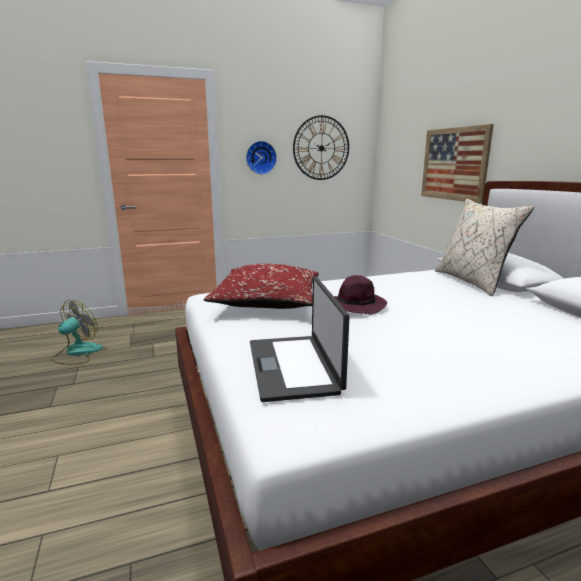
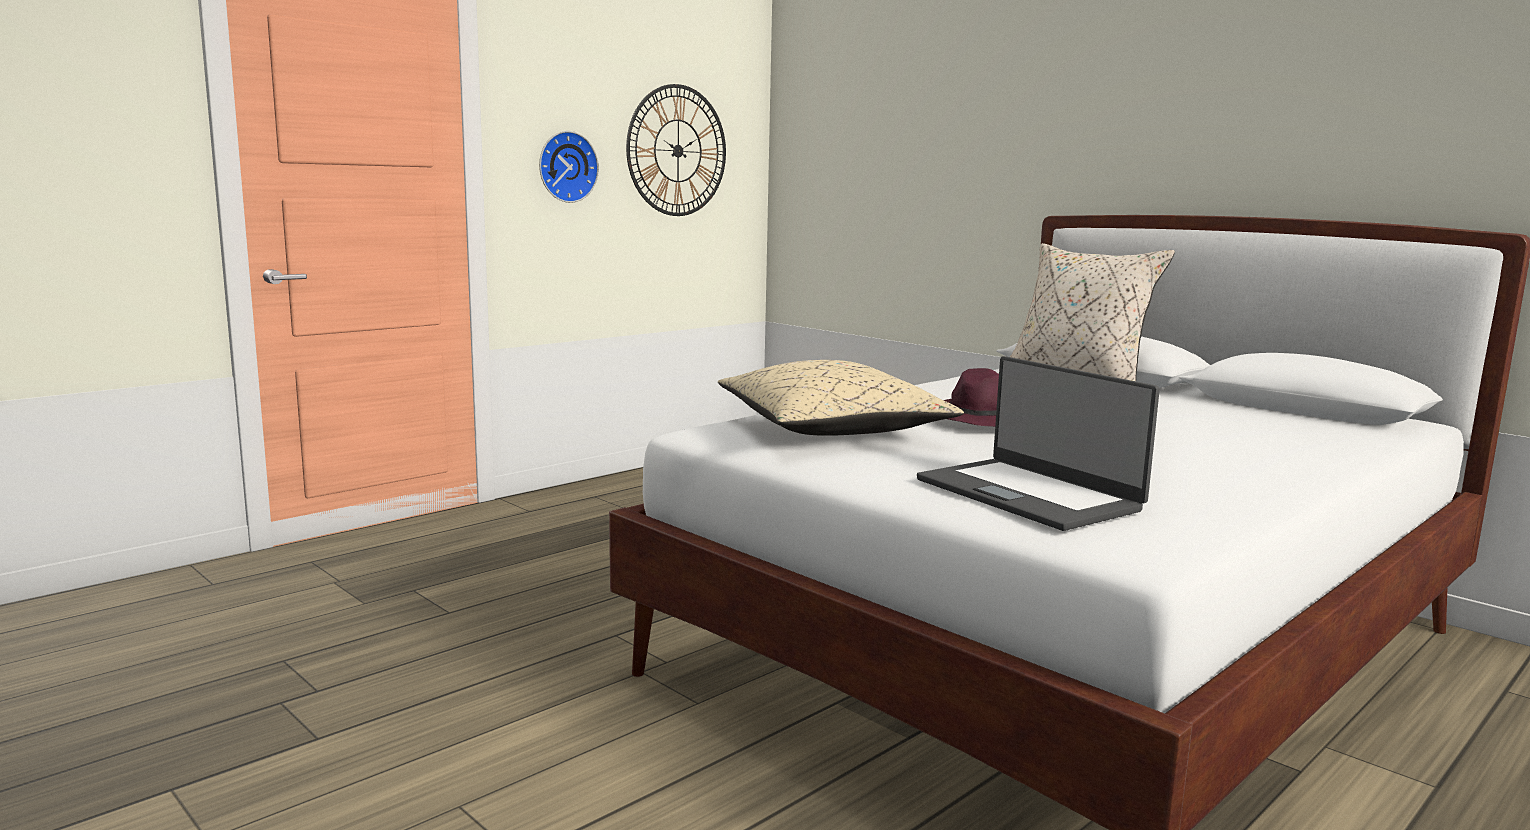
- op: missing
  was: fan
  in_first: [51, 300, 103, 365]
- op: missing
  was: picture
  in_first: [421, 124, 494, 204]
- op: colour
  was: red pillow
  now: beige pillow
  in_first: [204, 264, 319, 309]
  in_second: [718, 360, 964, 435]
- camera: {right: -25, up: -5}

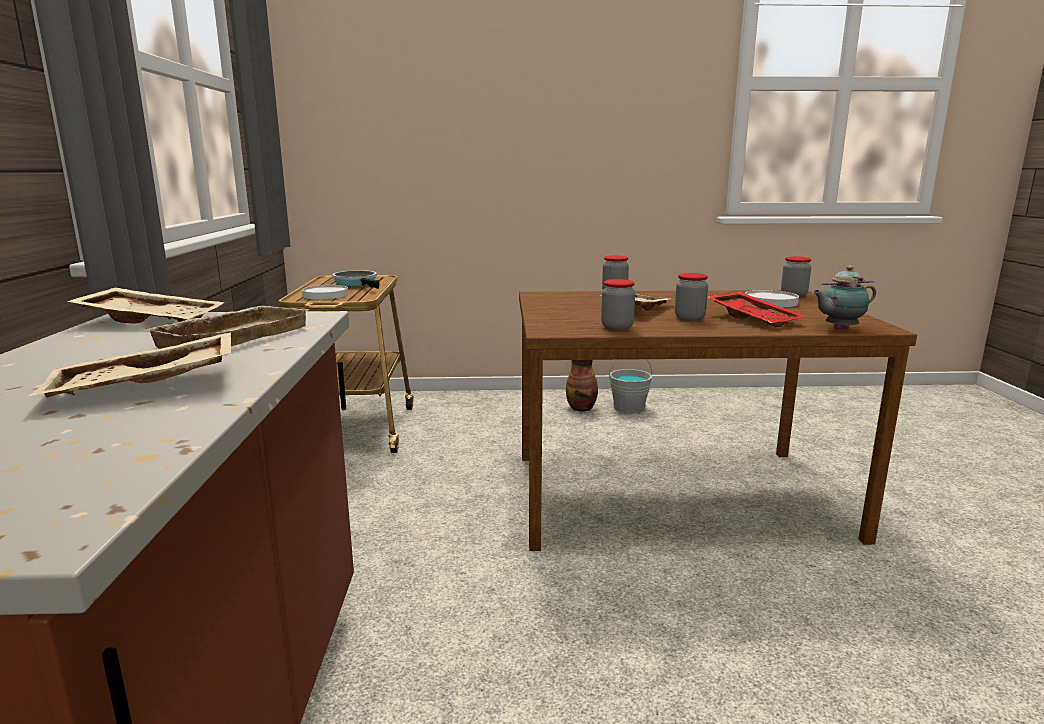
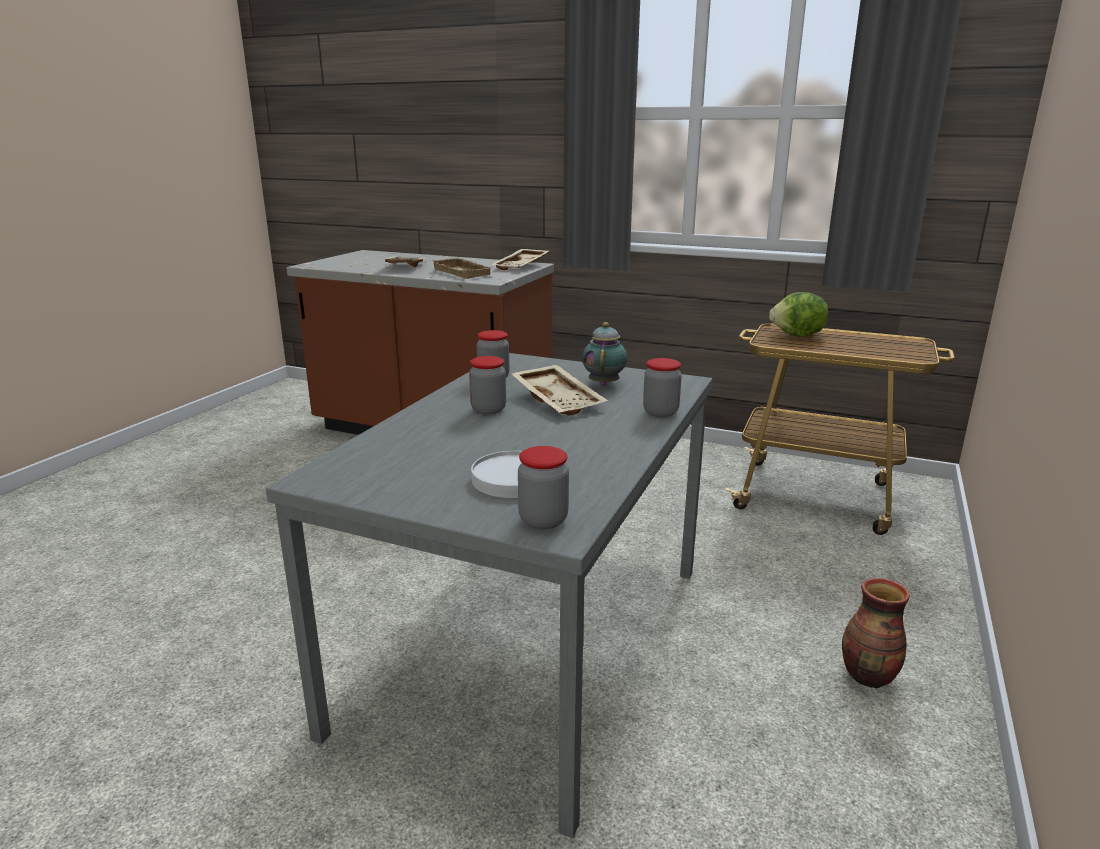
- op: missing
  was: frying pan
  in_first: [332, 270, 380, 289]
- op: missing
  was: grey bucket
  in_first: [609, 359, 652, 414]
- op: missing
  was: red tray
  in_first: [708, 292, 806, 328]
- op: relocated
  was: teapot
  in_first: [812, 266, 876, 329]
  in_second: [582, 322, 627, 386]
- op: exchanged
  was: white plate
  now: lettuce
  in_first: [302, 285, 348, 299]
  in_second: [769, 292, 828, 337]
- op: colour
  was: brown dining table
  now: grey dining table
  in_first: [519, 290, 917, 551]
  in_second: [266, 353, 713, 838]
- camera: {right: 115, up: 5}

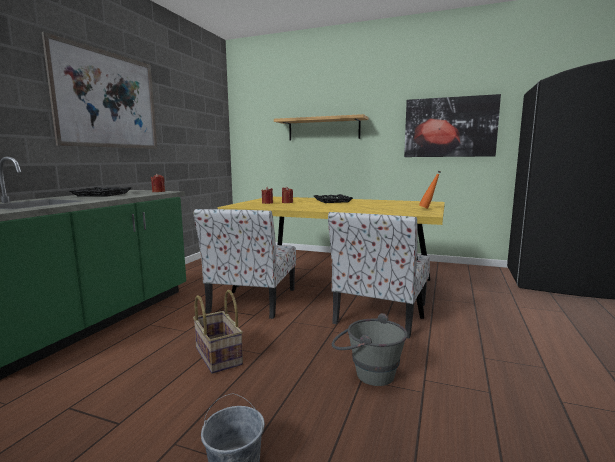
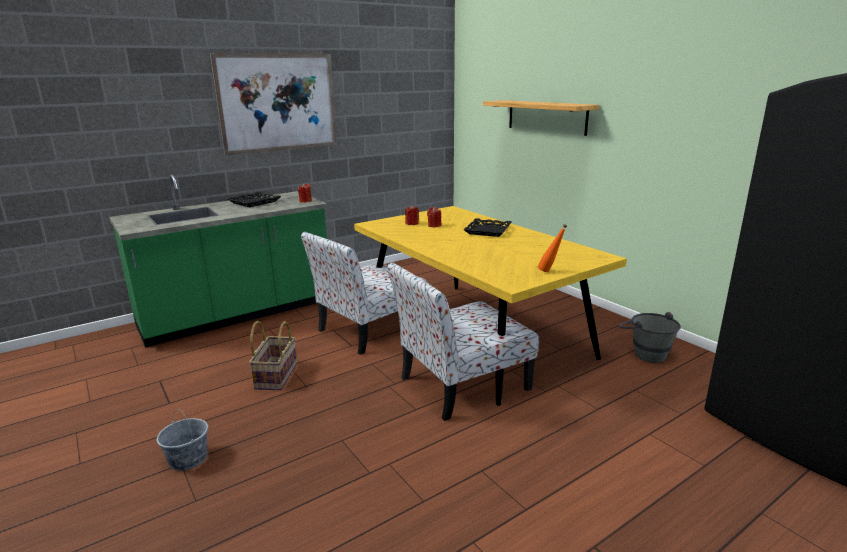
- op: missing
  was: picture
  in_first: [404, 94, 501, 157]
- op: relocated
  was: grey bucket
  in_first: [332, 313, 408, 386]
  in_second: [619, 312, 681, 363]
- camera: {right: 35, up: 10}

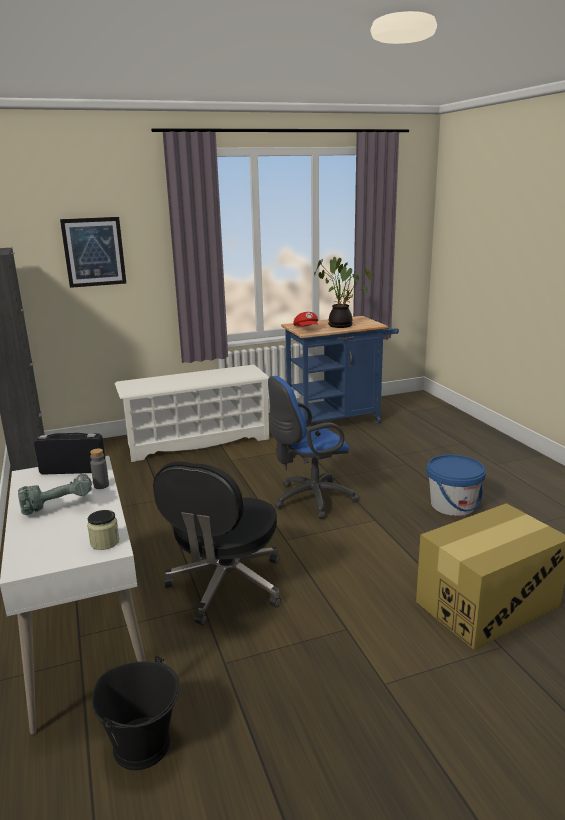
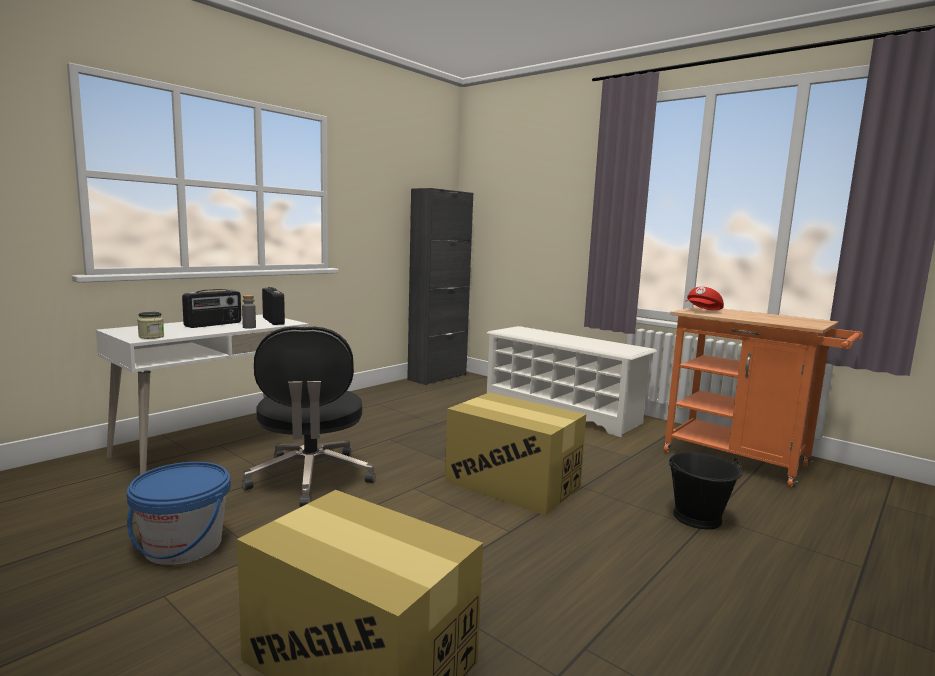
- op: missing
  was: picture
  in_first: [60, 217, 126, 288]
- op: missing
  was: potted plant
  in_first: [314, 257, 372, 328]
- op: relocated
  was: black bucket
  in_first: [92, 656, 180, 770]
  in_second: [669, 452, 743, 529]
- op: relocated
  was: blue bucket
  in_first: [426, 455, 486, 516]
  in_second: [127, 462, 231, 565]
- op: exchanged
  was: power drill
  now: radio
  in_first: [18, 473, 92, 515]
  in_second: [182, 289, 241, 328]
- op: exchanged
  was: blue office chair
  now: cardboard box
  in_first: [268, 376, 358, 519]
  in_second: [445, 393, 586, 516]
- op: colour
  was: blue cart
  now: orange cart
  in_first: [281, 316, 399, 427]
  in_second: [664, 306, 863, 488]
- op: spun
  was: black office chair
  in_first: [153, 462, 281, 625]
  in_second: [242, 326, 375, 507]
  clockwise: -90
- camera: {right: 60, up: -10}

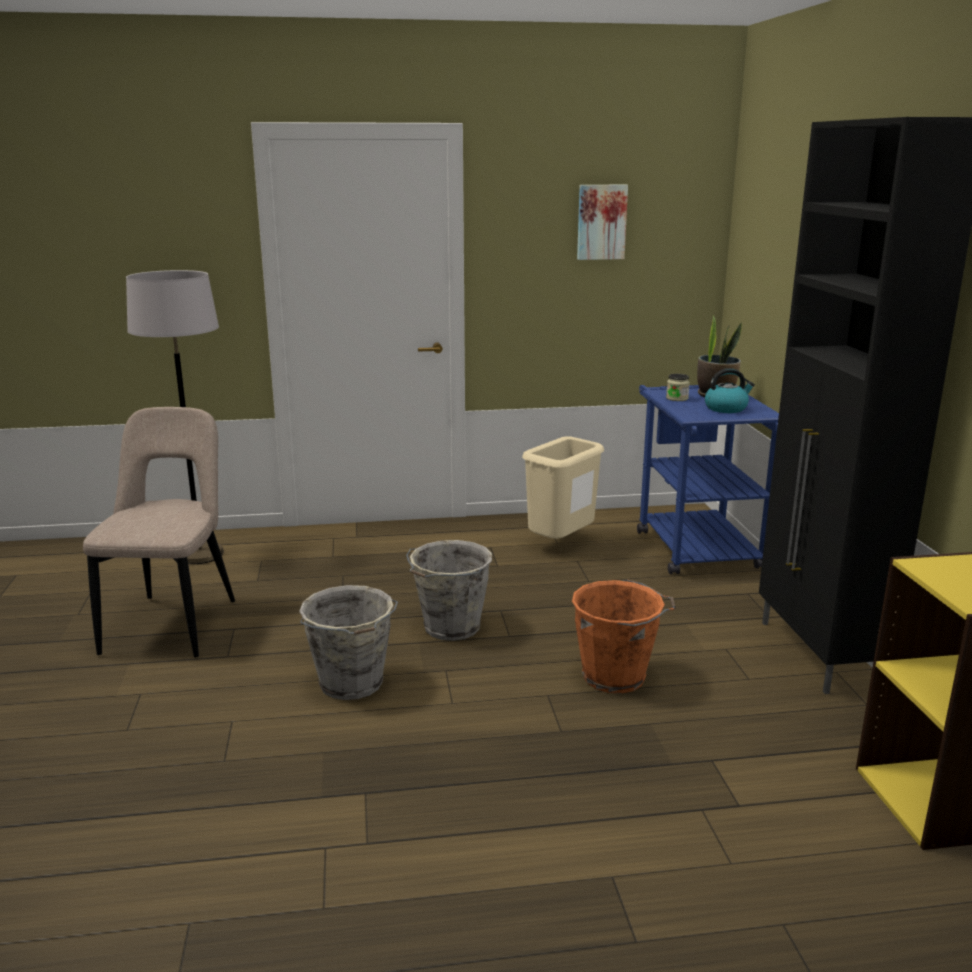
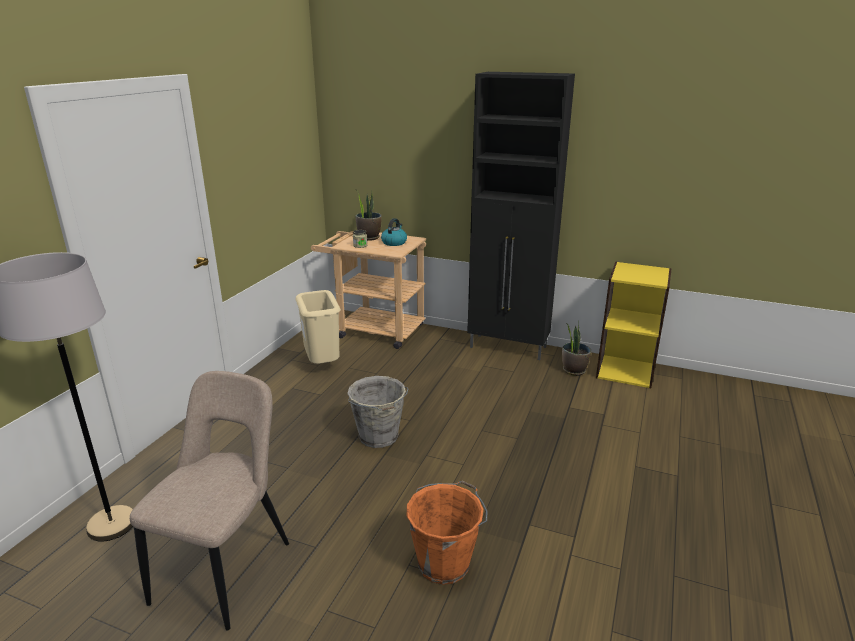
- op: missing
  was: grey bucket
  in_first: [299, 585, 398, 700]
- op: missing
  was: picture
  in_first: [577, 185, 628, 260]
- op: appeared
  now: potted plant
  in_second: [562, 321, 591, 376]
- op: relocated
  was: orange bucket
  in_first: [572, 579, 676, 694]
  in_second: [407, 480, 487, 585]
- op: colour
  was: blue cart
  now: beige cart
  in_first: [637, 385, 779, 574]
  in_second: [311, 231, 426, 349]
- op: spun
  was: beige chair
  in_first: [83, 407, 235, 657]
  in_second: [130, 371, 289, 630]
  clockwise: 75
- camera: {right: -60, up: 5}

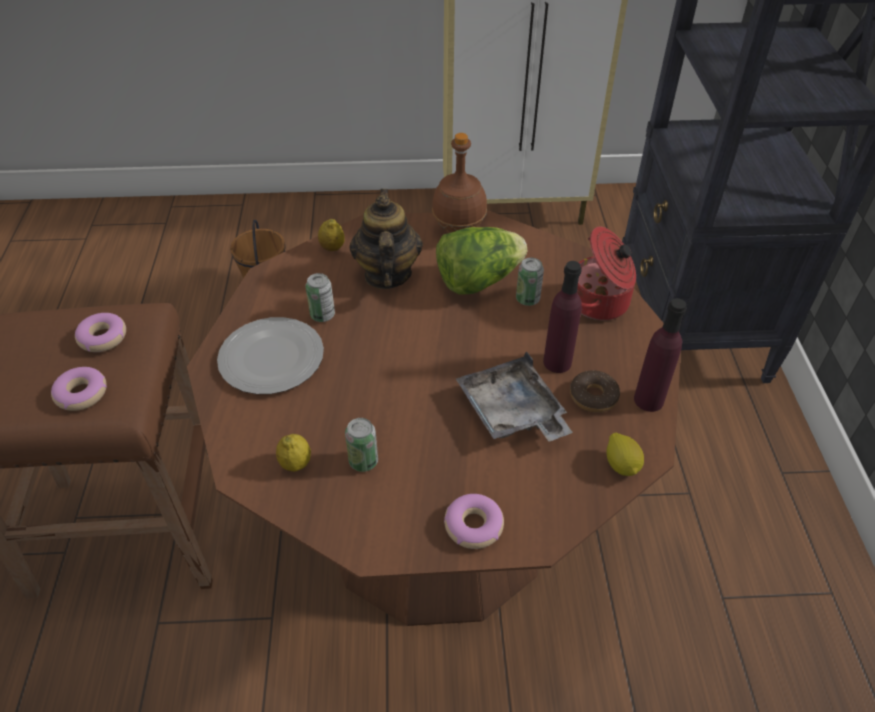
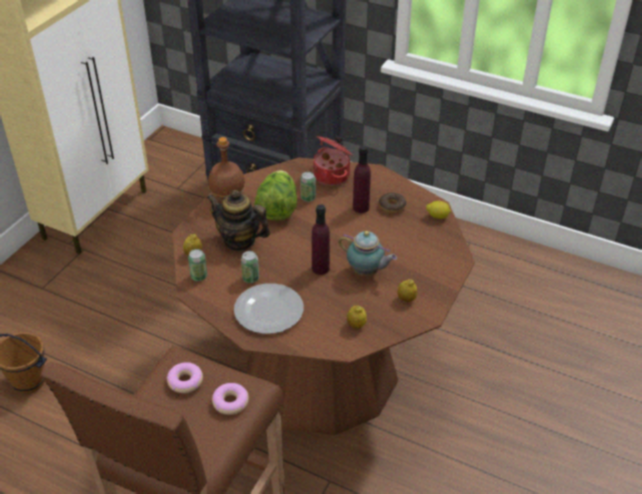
- op: missing
  was: donut
  in_first: [444, 494, 504, 549]
- op: missing
  was: grey tray
  in_first: [456, 351, 573, 442]
- op: appeared
  now: teapot
  in_second: [338, 231, 397, 276]
- op: appeared
  now: lemon
  in_second: [398, 279, 417, 302]
- op: relocated
  was: can
  in_first: [345, 418, 378, 472]
  in_second: [188, 249, 207, 281]
- op: relocated
  was: purple bottle
  in_first: [634, 298, 687, 412]
  in_second: [312, 204, 330, 275]
- camera: {right: -60, up: -5}

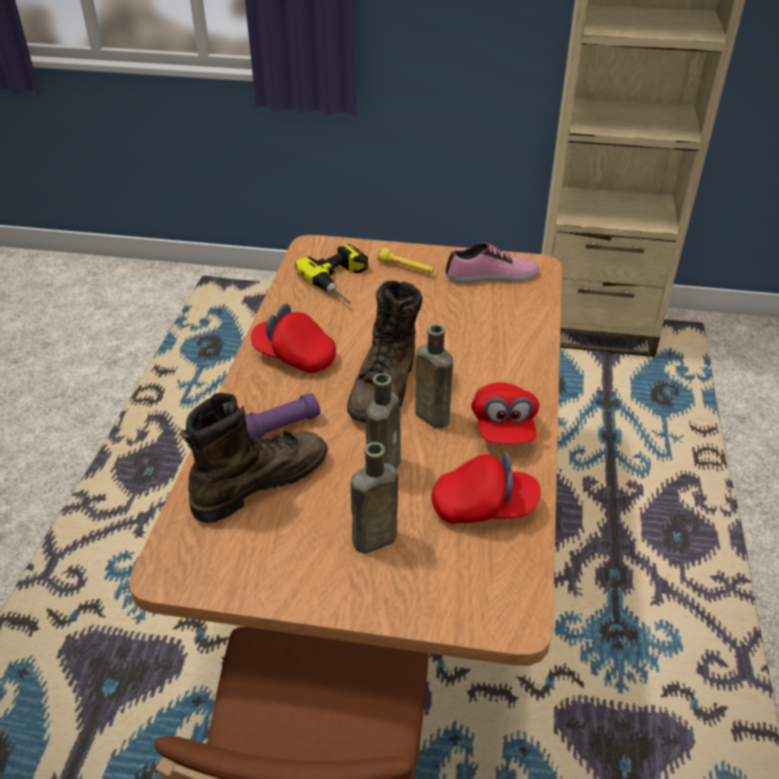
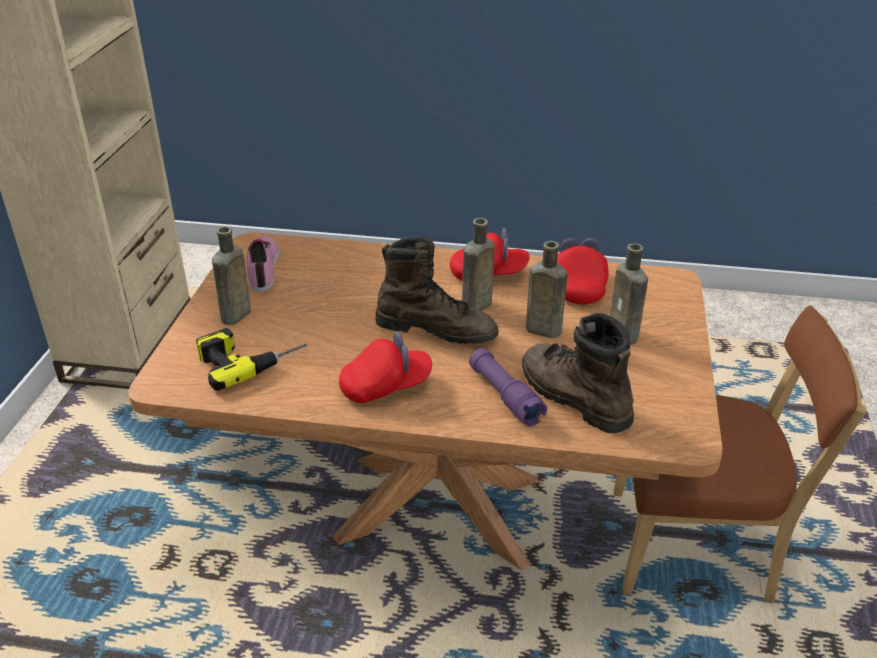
- op: exchanged
  was: yellow flashlight
  now: brown bottle
  in_first: [378, 248, 434, 273]
  in_second: [212, 226, 251, 325]
- op: spun
  was: red cap
  in_first: [251, 304, 336, 373]
  in_second: [339, 332, 432, 403]
  clockwise: -135
- camera: {right: -90, up: -5}

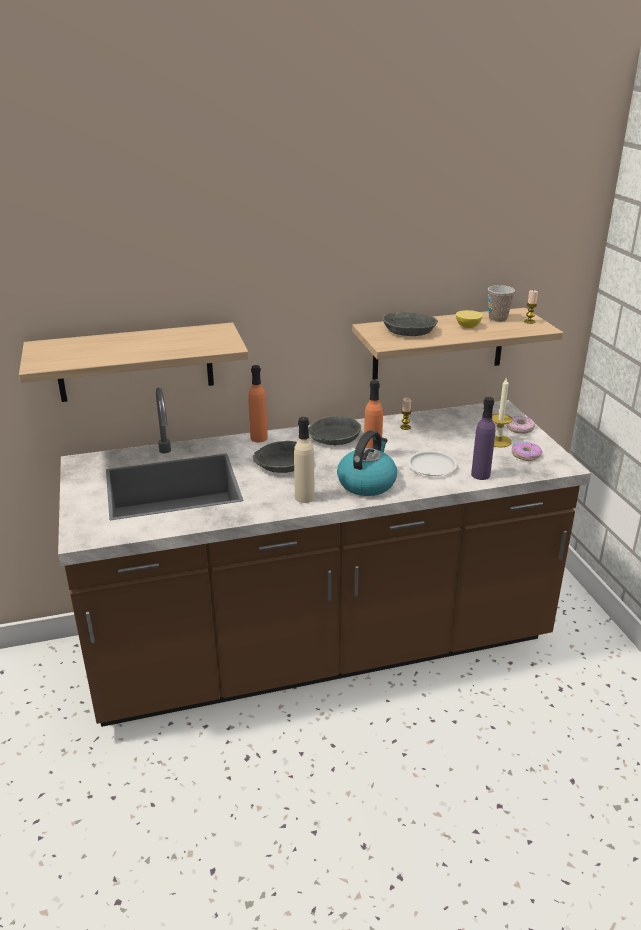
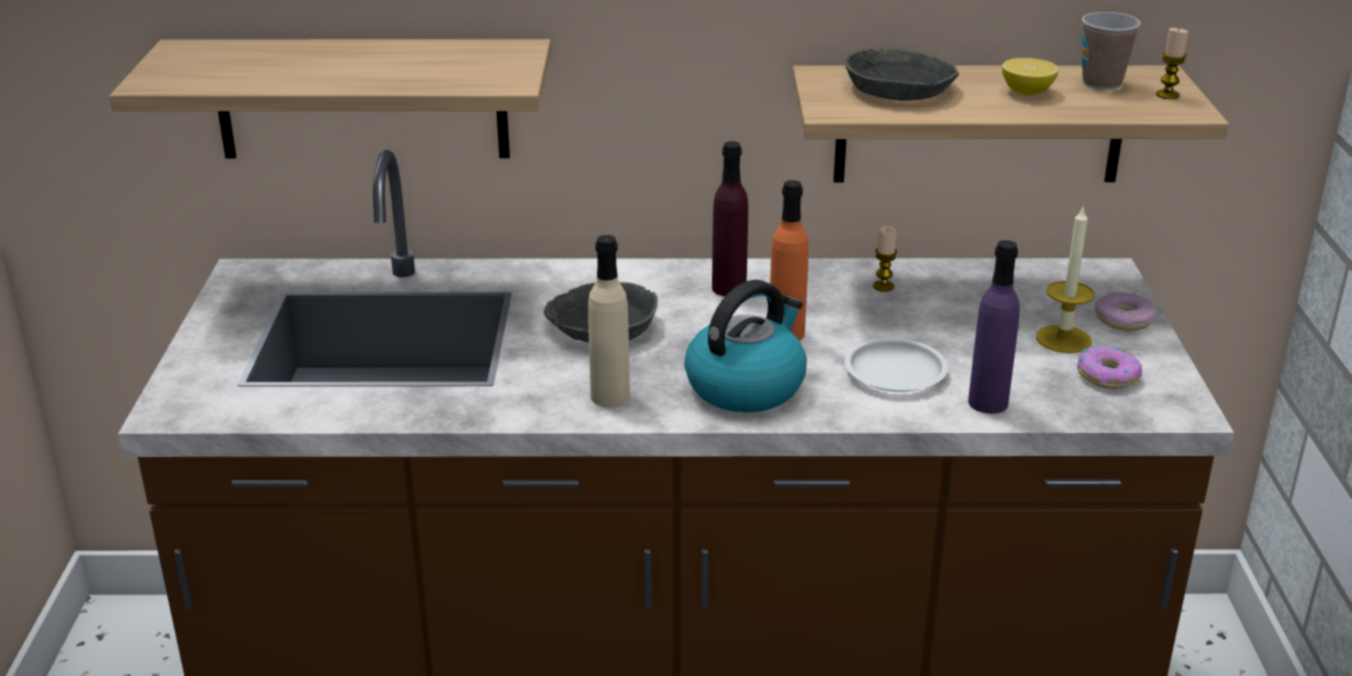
- op: missing
  was: orange bottle
  in_first: [248, 365, 268, 442]
- op: exchanged
  was: grey bowl
  now: purple bottle
  in_first: [308, 416, 361, 445]
  in_second: [712, 141, 748, 296]
- camera: {right: 15, up: 0}

